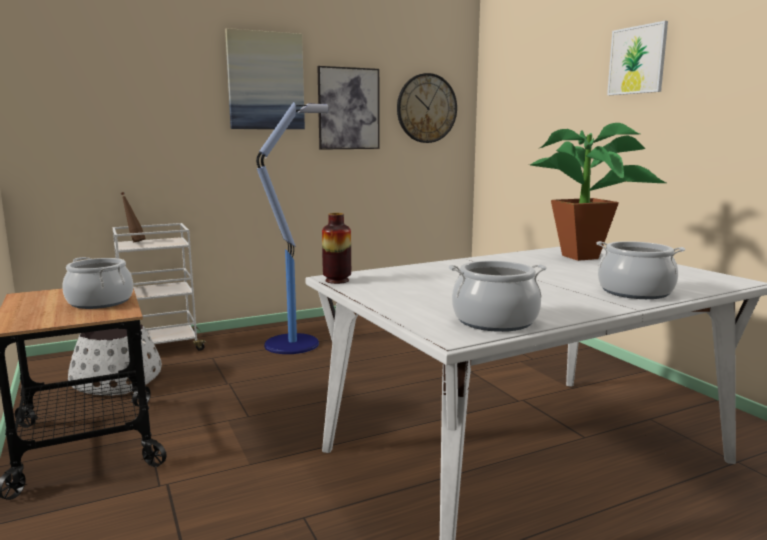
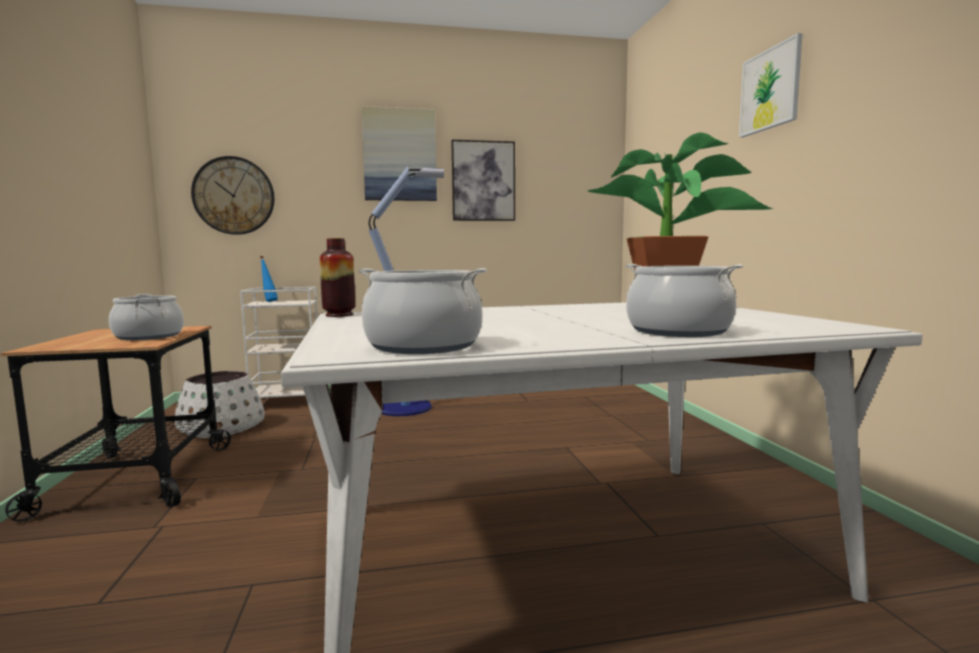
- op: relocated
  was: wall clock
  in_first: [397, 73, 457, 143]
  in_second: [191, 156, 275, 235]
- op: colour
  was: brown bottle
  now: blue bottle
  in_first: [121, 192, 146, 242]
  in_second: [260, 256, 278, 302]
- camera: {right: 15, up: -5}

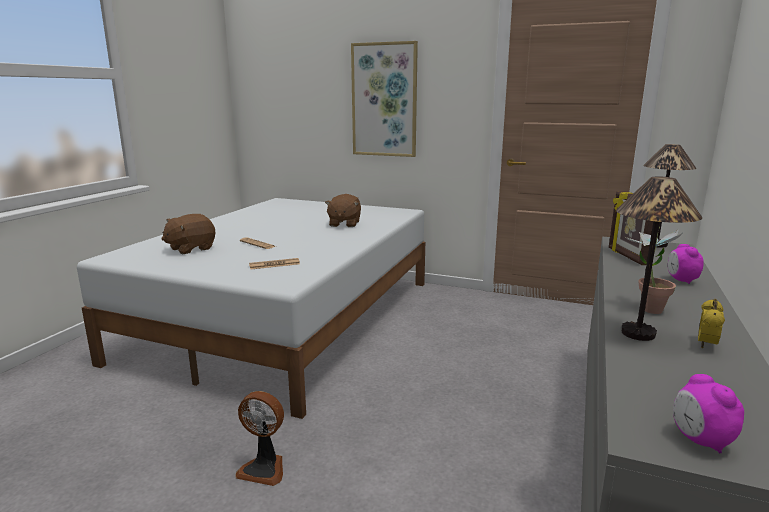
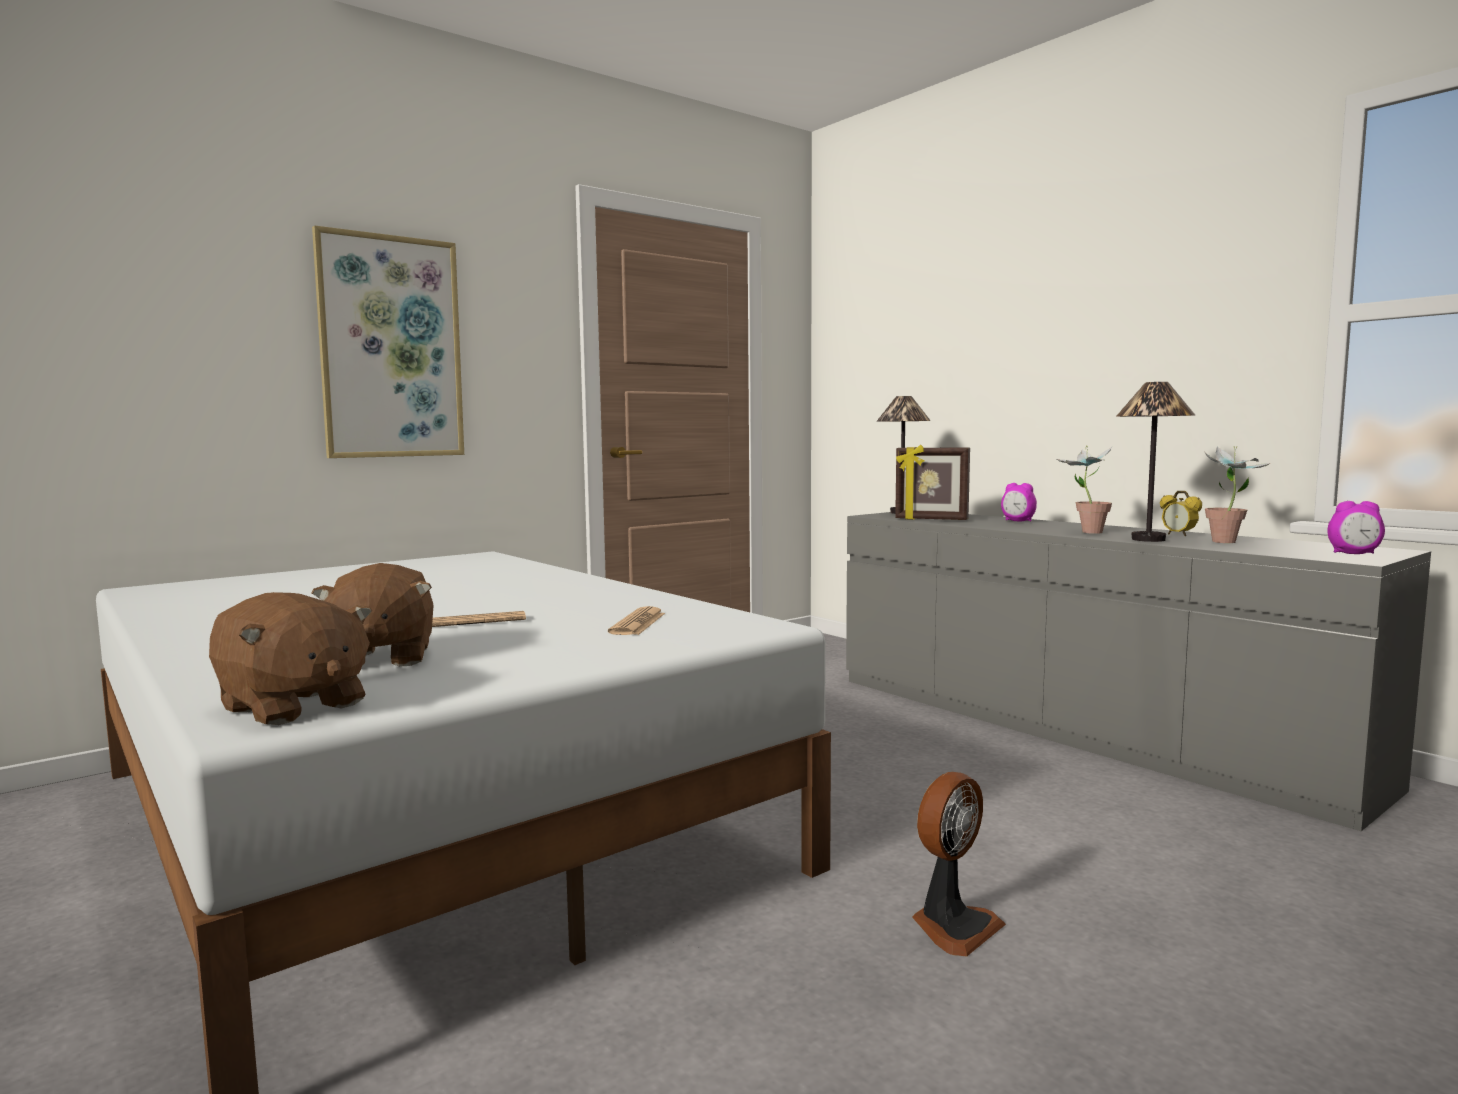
- op: appeared
  now: potted plant
  in_second: [1205, 446, 1270, 543]
- op: relocated
  was: brown plush toy
  in_first: [325, 194, 361, 227]
  in_second: [209, 592, 372, 725]
- camera: {right: -60, up: -10}

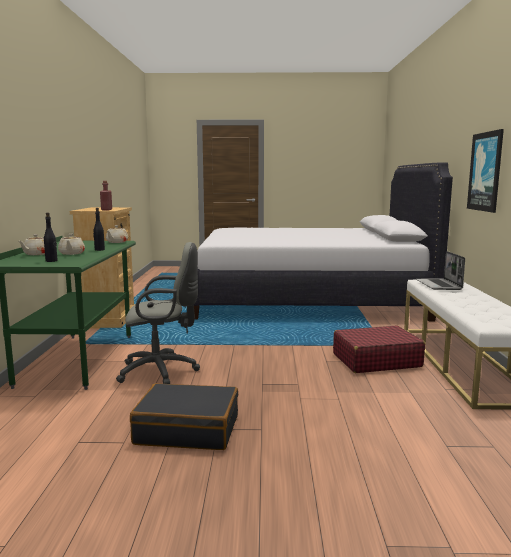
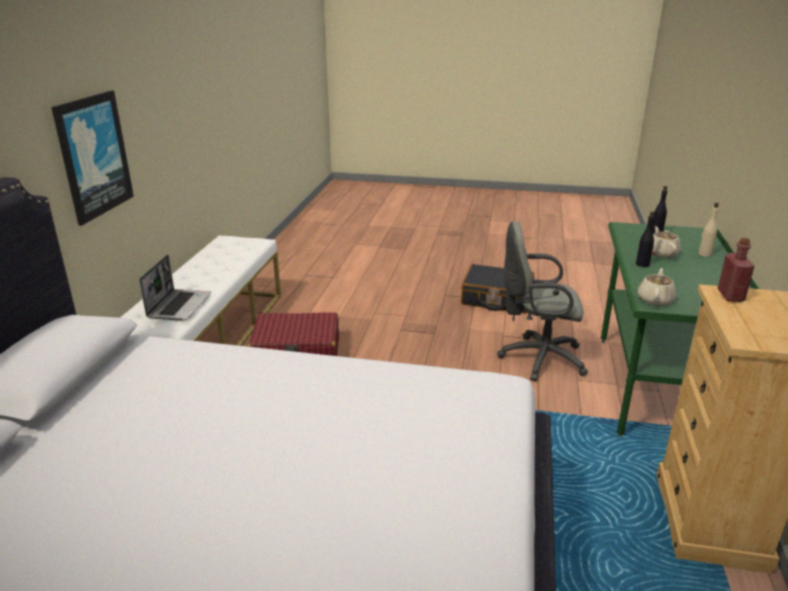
- op: exchanged
  was: beige teapot
  now: beige bottle
  in_first: [18, 234, 45, 255]
  in_second: [698, 203, 719, 257]
- camera: {right: -170, up: 15}

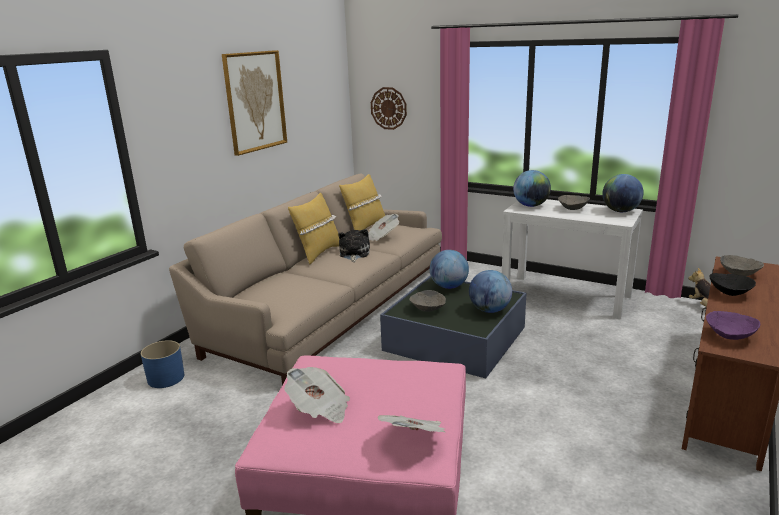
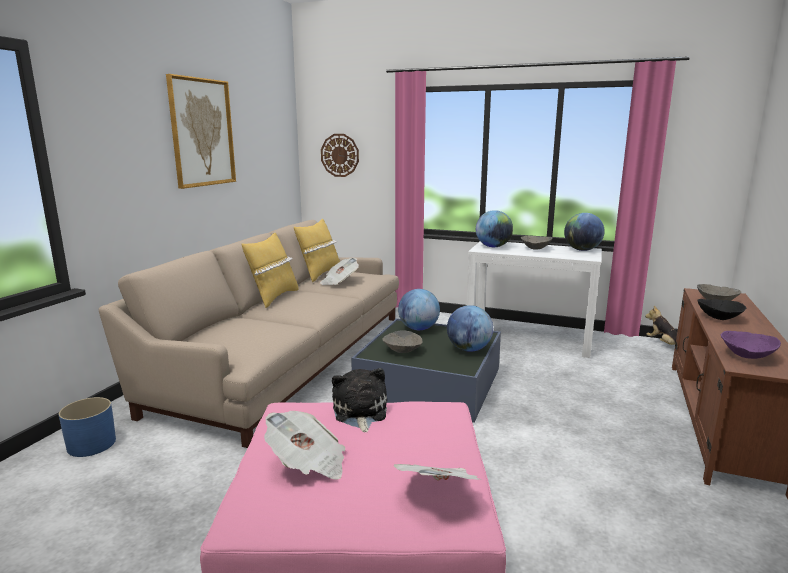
- op: relocated
  was: plush toy
  in_first: [339, 229, 370, 262]
  in_second: [332, 368, 387, 432]
- camera: {right: -10, up: -5}

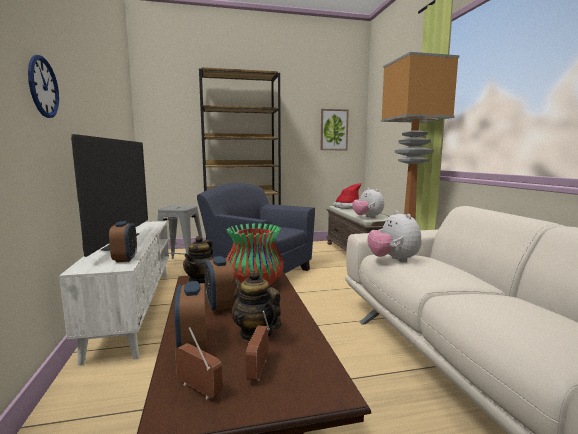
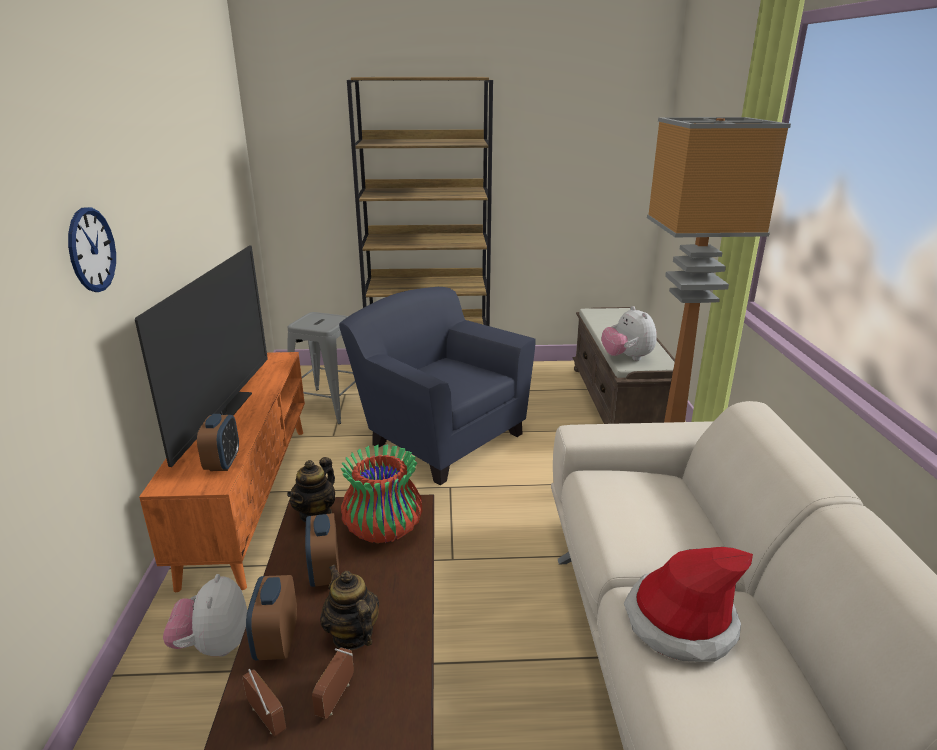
- op: missing
  was: picture
  in_first: [320, 109, 349, 150]
- op: relocated
  was: hat
  in_first: [333, 183, 361, 209]
  in_second: [624, 547, 753, 662]
- op: relocated
  was: plush toy
  in_first: [368, 211, 421, 263]
  in_second: [163, 574, 248, 657]
- op: colour
  was: white tv stand
  now: orange tv stand
  in_first: [59, 221, 169, 366]
  in_second: [139, 352, 305, 592]
- camera: {right: 10, up: 15}

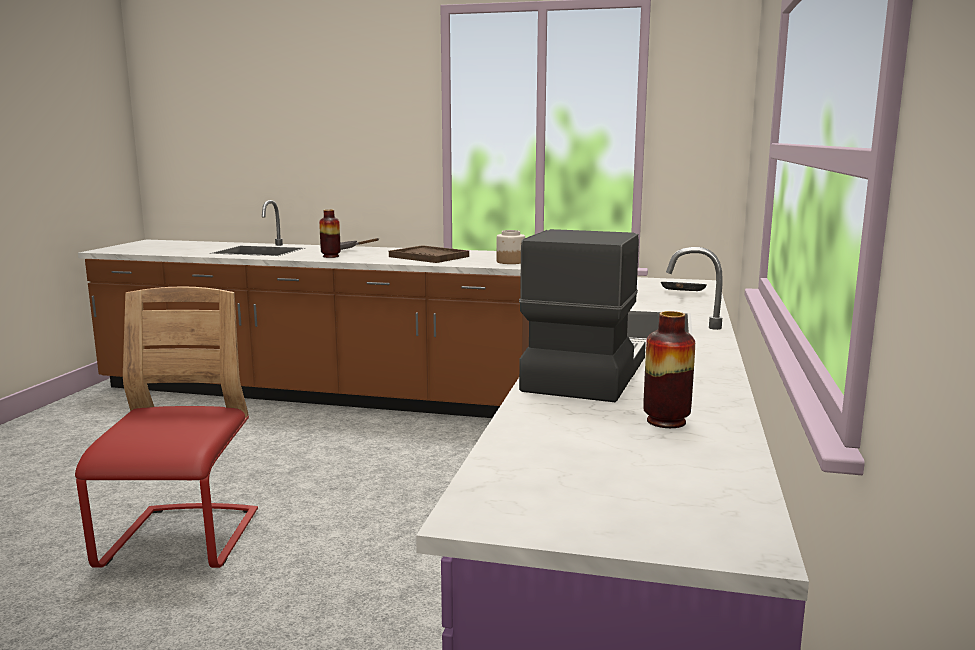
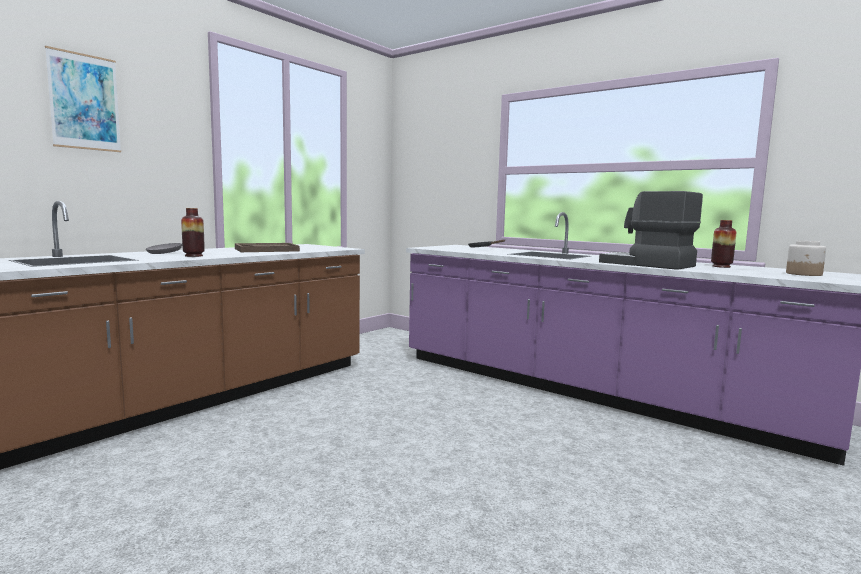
- op: missing
  was: red chair
  in_first: [75, 286, 258, 568]
- op: appeared
  now: picture
  in_second: [45, 46, 121, 152]
- op: relocated
  was: jar
  in_first: [497, 230, 525, 264]
  in_second: [786, 241, 826, 276]
- camera: {right: -65, up: -5}

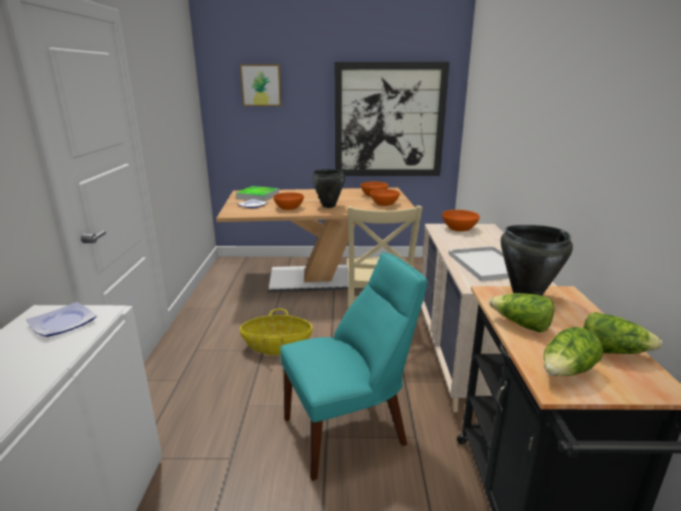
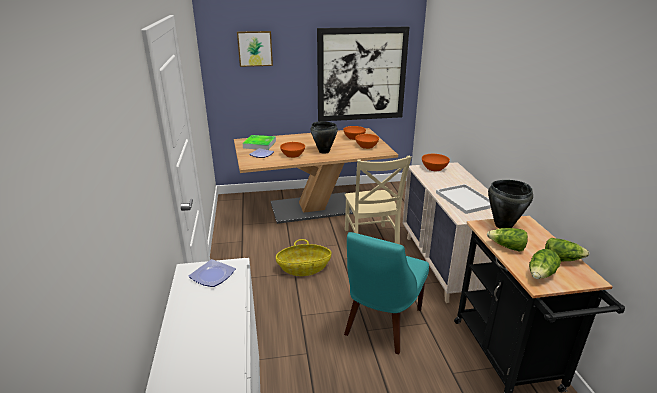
- op: spun
  was: turquoise chair
  in_first: [280, 253, 427, 481]
  in_second: [344, 232, 429, 354]
  clockwise: 150
- camera: {right: -10, up: 5}

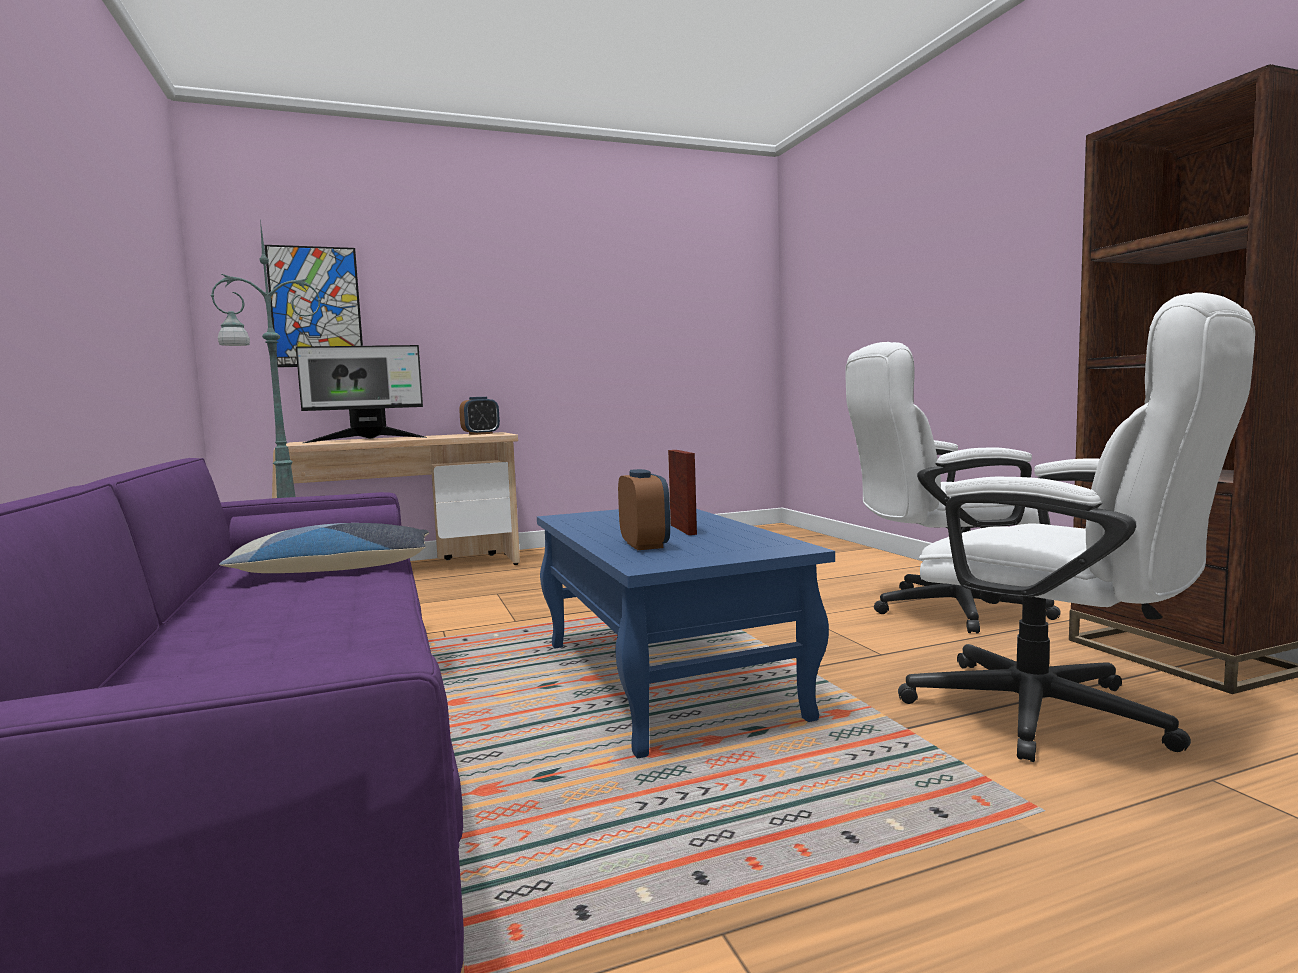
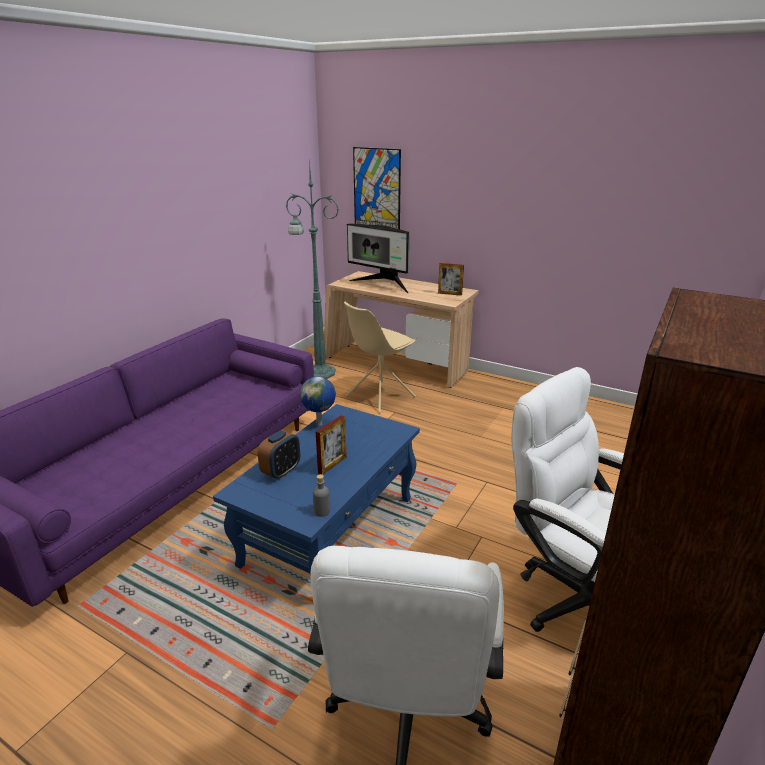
- op: missing
  was: pillow
  in_first: [219, 523, 429, 573]
- op: appeared
  now: globe
  in_second: [300, 377, 336, 426]
- op: appeared
  now: grey bottle
  in_second: [313, 474, 330, 517]
- op: appeared
  now: beige chair
  in_second: [344, 302, 416, 414]
- op: exchanged
  was: alarm clock
  now: picture frame
  in_first: [459, 397, 500, 435]
  in_second: [438, 263, 464, 296]
- camera: {right: 50, up: 20}

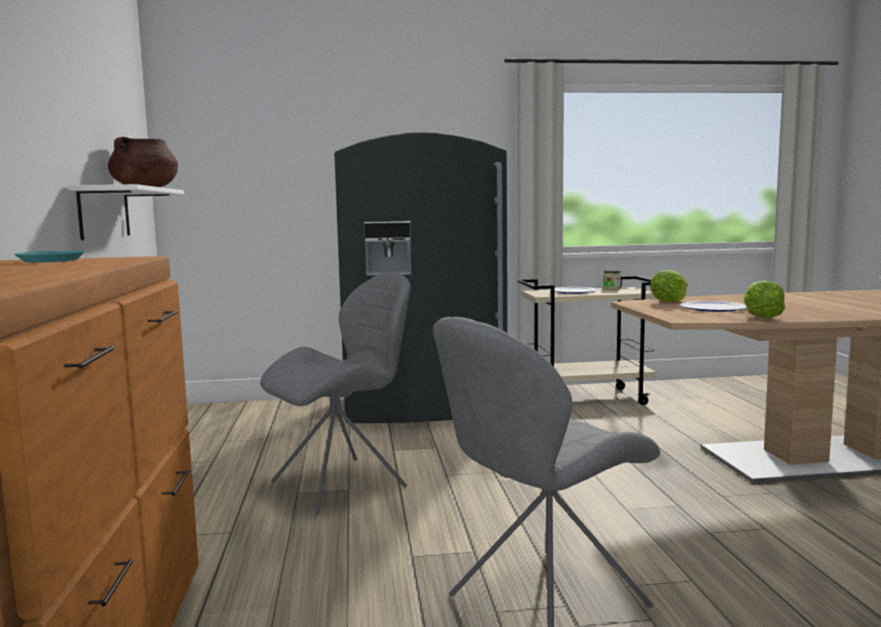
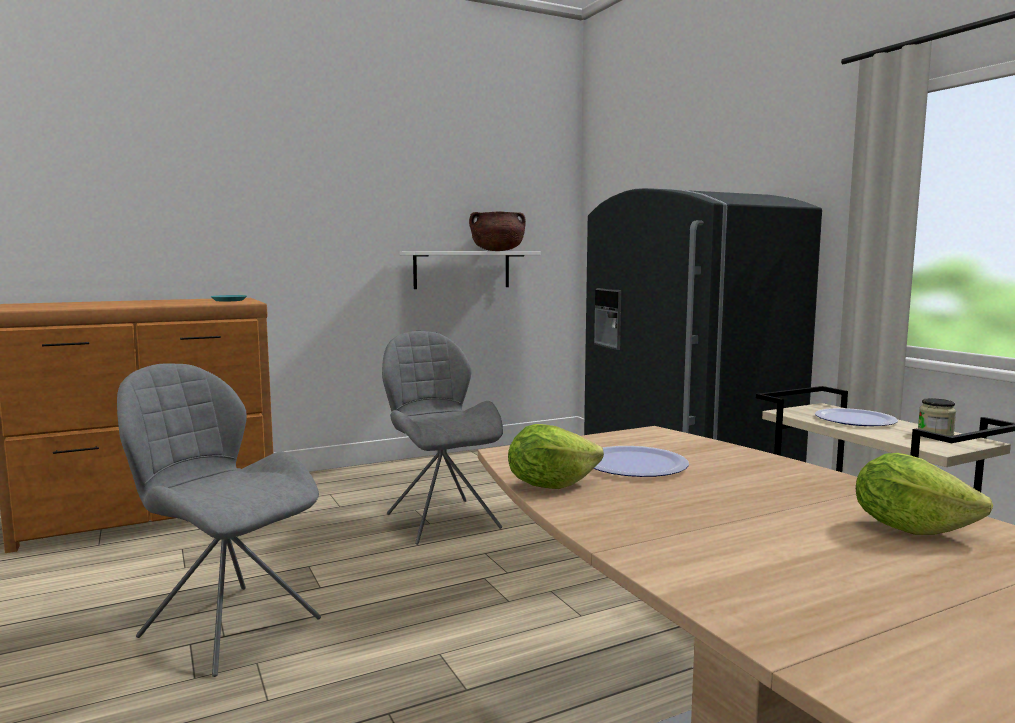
- op: relocated
  was: lettuce
  in_first: [650, 270, 688, 302]
  in_second: [856, 453, 993, 535]
- op: spun
  was: grey chair
  in_first: [260, 273, 411, 514]
  in_second: [382, 331, 503, 545]
  clockwise: -150
- camera: {right: 70, up: 0}

